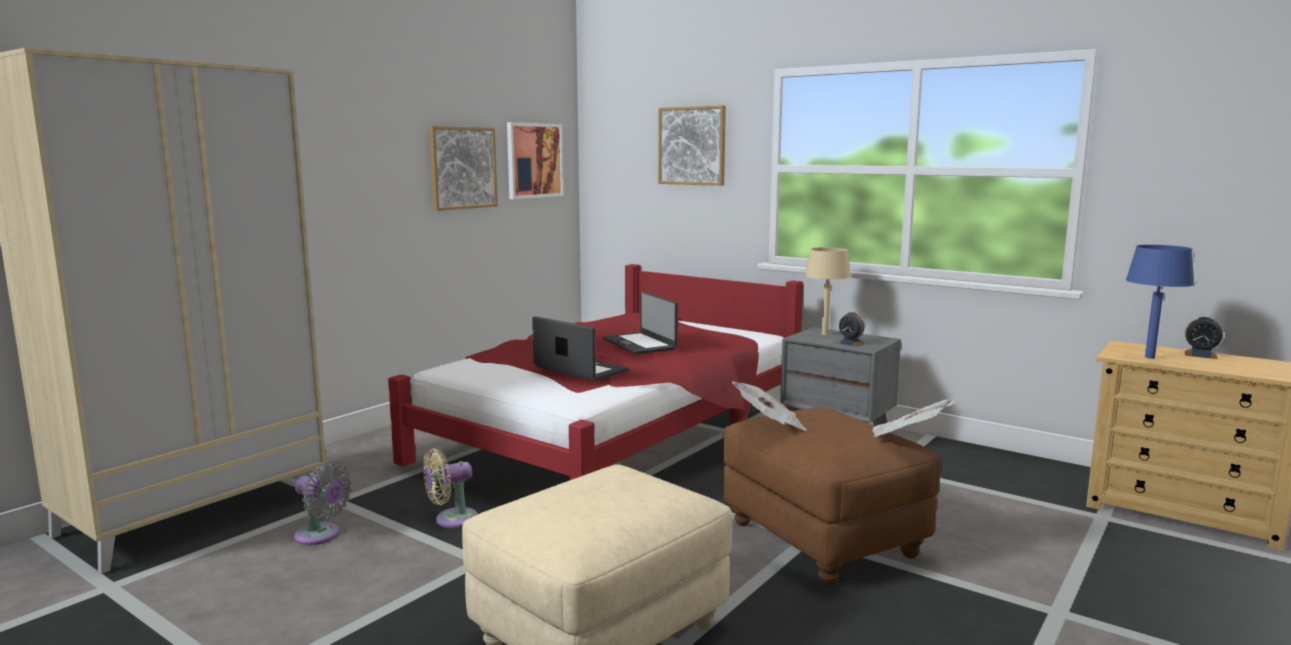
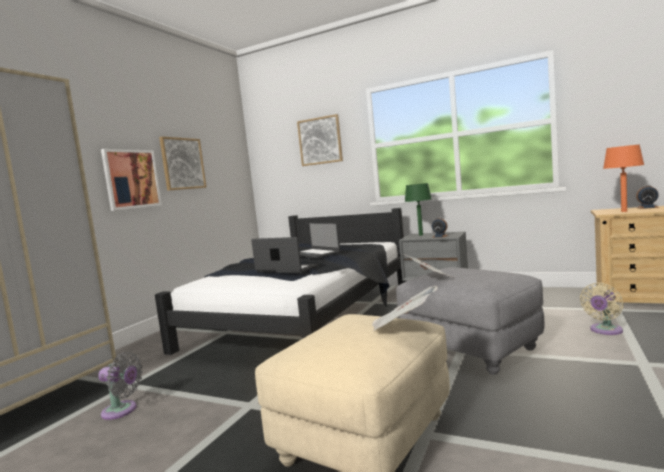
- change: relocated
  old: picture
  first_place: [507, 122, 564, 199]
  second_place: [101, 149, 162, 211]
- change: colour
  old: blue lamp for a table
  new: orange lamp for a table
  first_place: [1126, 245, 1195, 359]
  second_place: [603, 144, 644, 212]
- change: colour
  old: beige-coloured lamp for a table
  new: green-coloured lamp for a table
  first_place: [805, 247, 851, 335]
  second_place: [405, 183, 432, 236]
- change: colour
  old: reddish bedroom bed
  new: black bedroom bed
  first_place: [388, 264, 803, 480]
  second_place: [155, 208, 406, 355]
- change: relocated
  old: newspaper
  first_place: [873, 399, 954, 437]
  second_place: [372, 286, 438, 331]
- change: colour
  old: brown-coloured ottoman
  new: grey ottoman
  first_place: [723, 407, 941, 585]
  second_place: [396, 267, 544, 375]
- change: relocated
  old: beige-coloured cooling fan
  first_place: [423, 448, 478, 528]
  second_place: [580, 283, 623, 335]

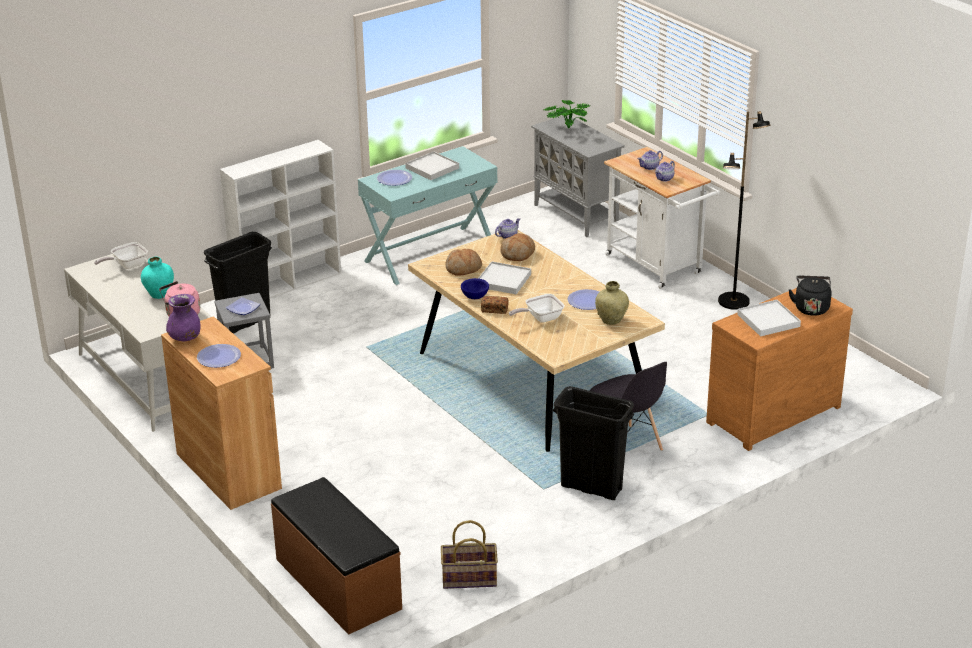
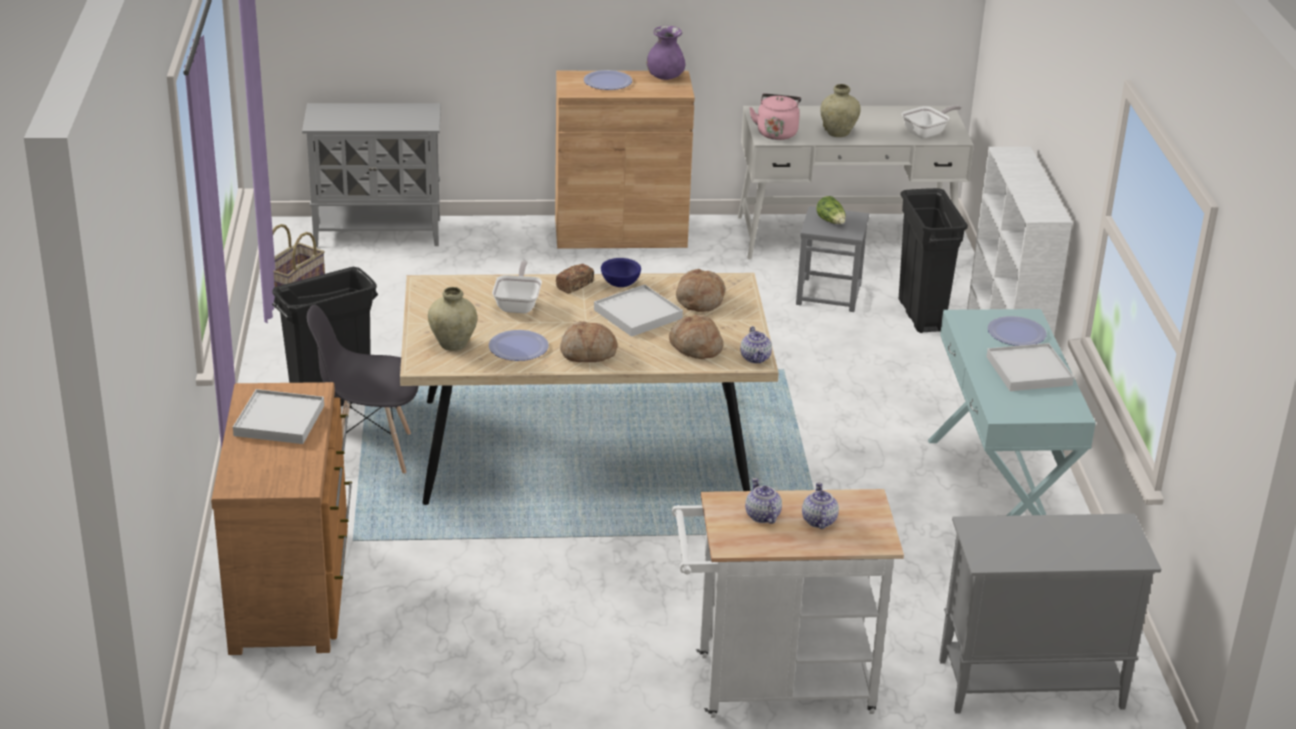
- change: missing
  old: plant in a pot
  first_place: [543, 100, 590, 128]
- change: missing
  old: black standing lamp
  first_place: [718, 111, 771, 310]
- change: spun
  old: skillet
  first_place: [94, 242, 148, 269]
  second_place: [902, 105, 962, 139]
  degrees: 60
- change: colour
  old: turquoise-coloured decorative vase
  new: beige-coloured decorative vase
  first_place: [141, 257, 174, 299]
  second_place: [820, 84, 861, 137]
- change: missing
  old: black kettle
  first_place: [789, 276, 832, 316]
- change: exchanged
  old: dinner plate
  new: head of lettuce
  first_place: [226, 297, 260, 315]
  second_place: [816, 196, 845, 224]
- change: exchanged
  old: brown-coloured bench
  new: grey cupboard
  first_place: [271, 477, 402, 635]
  second_place: [302, 103, 441, 247]
- change: appeared
  new: bread
  second_place: [560, 321, 618, 362]

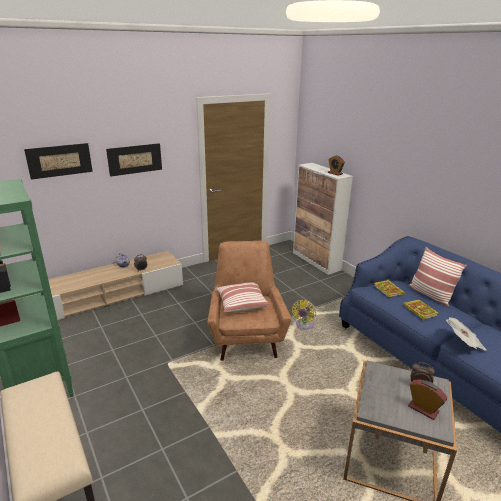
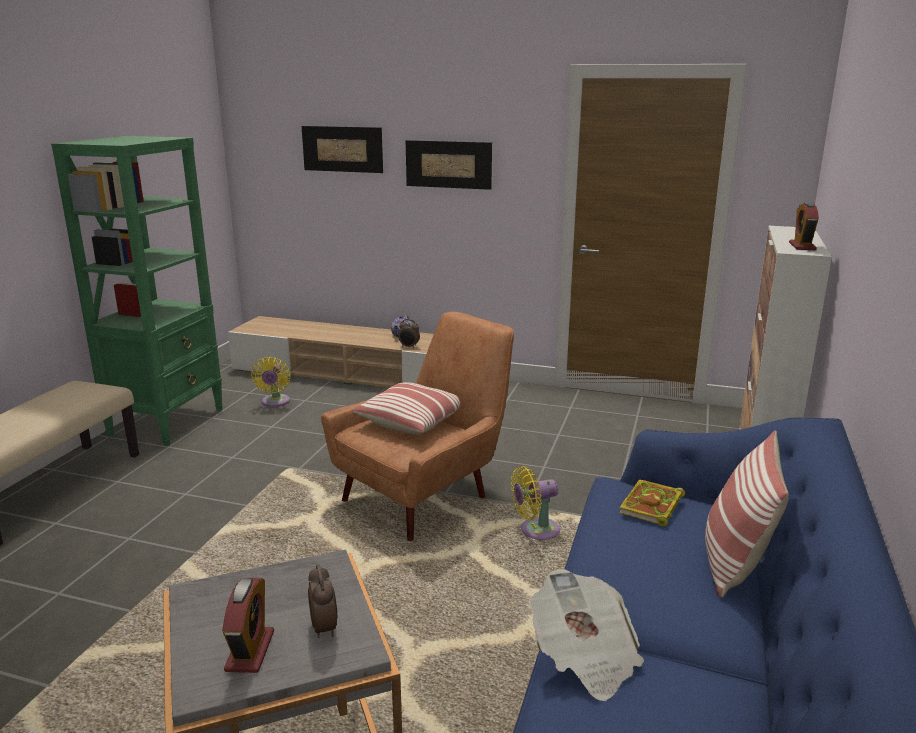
- change: missing
  old: book
  first_place: [403, 299, 438, 320]
- change: appeared
  new: yellow-coloured cooling fan
  second_place: [251, 357, 291, 407]

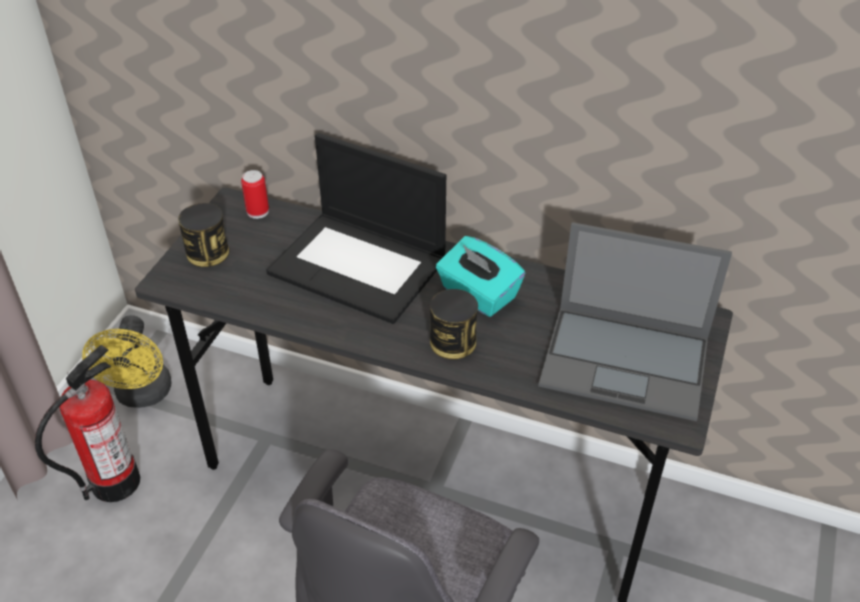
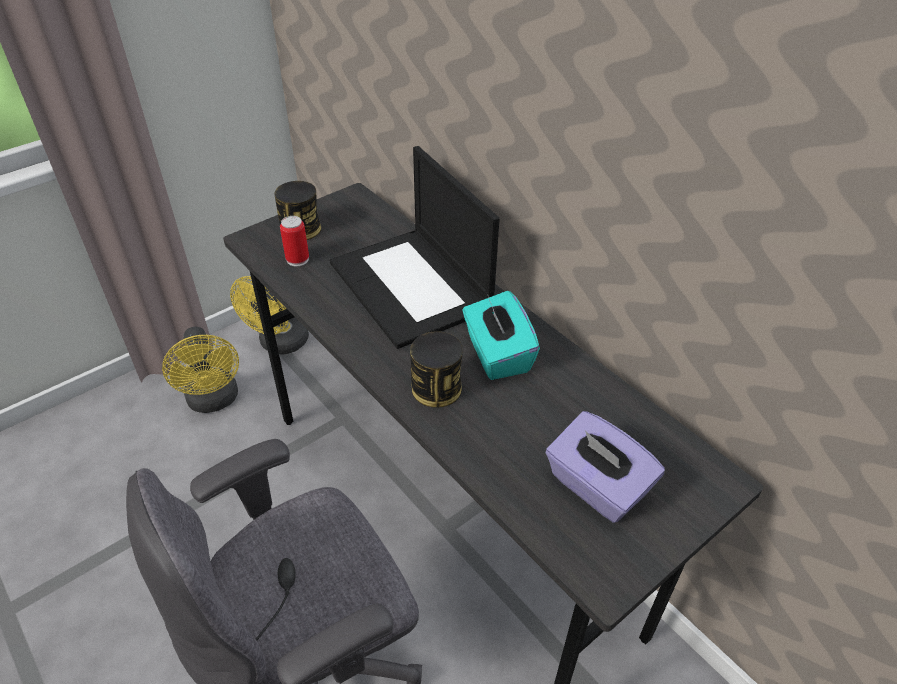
- change: relocated
  old: can
  first_place: [241, 170, 269, 219]
  second_place: [280, 216, 309, 266]
- change: exchanged
  old: laptop
  new: purple-coloured tissue holder
  first_place: [538, 222, 732, 421]
  second_place: [546, 411, 665, 523]
- change: exchanged
  old: extinguisher
  new: yellow-coloured cooling fan
  first_place: [35, 345, 140, 502]
  second_place: [162, 327, 239, 413]

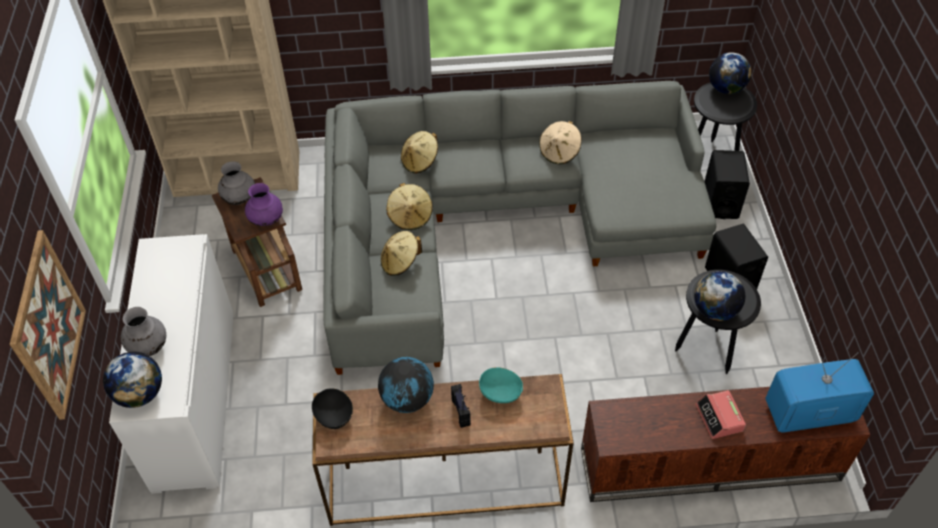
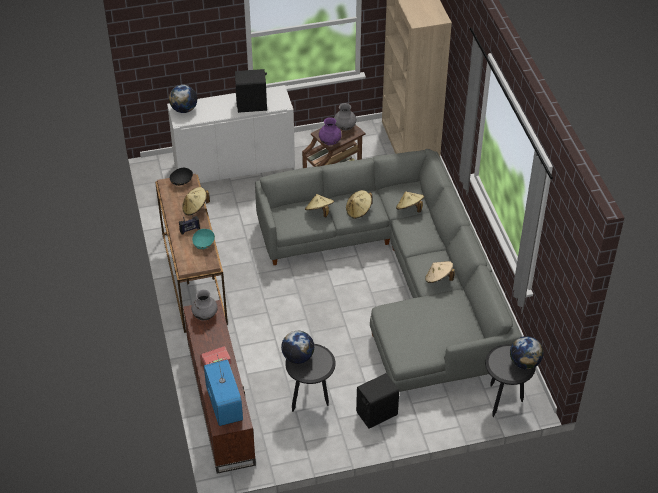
- change: relocated
  old: black audio speaker
  first_place: [704, 150, 750, 219]
  second_place: [235, 69, 267, 113]
- change: missing
  old: picture
  first_place: [9, 230, 86, 420]
- change: relocated
  old: grey decorative vase
  first_place: [121, 307, 166, 356]
  second_place: [191, 290, 218, 320]
- change: exchanged
  old: world globe
  new: beige-coloured wearable hat
  first_place: [378, 357, 434, 413]
  second_place: [182, 187, 210, 215]

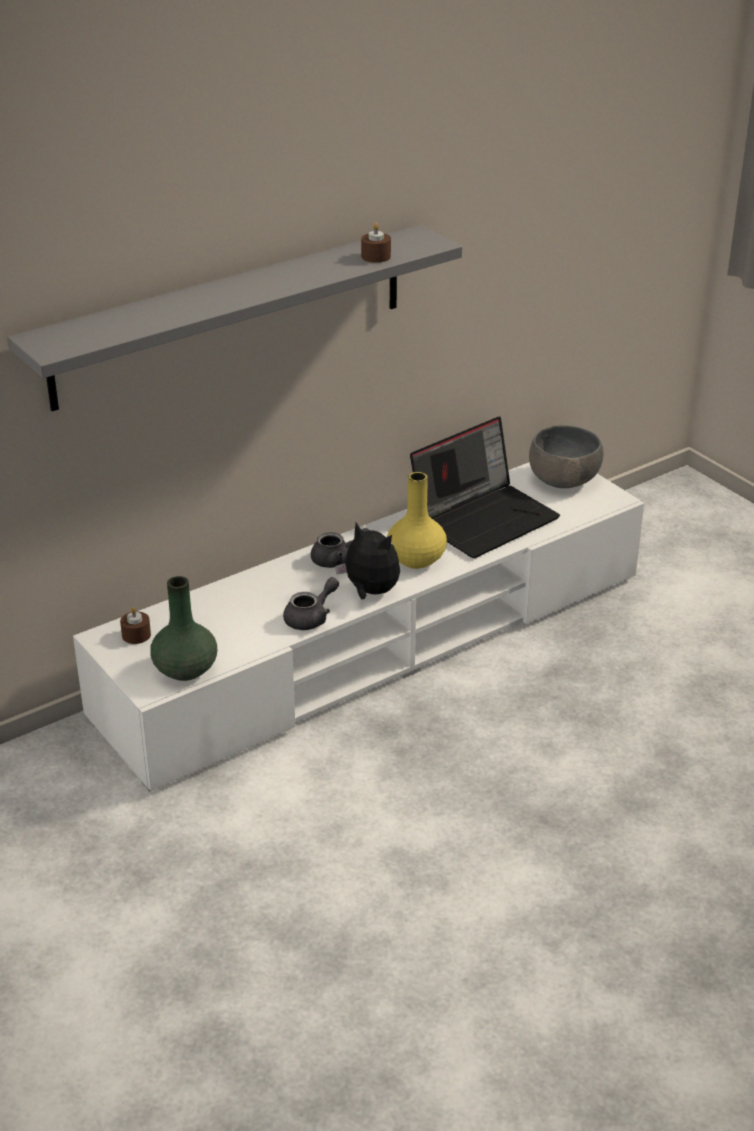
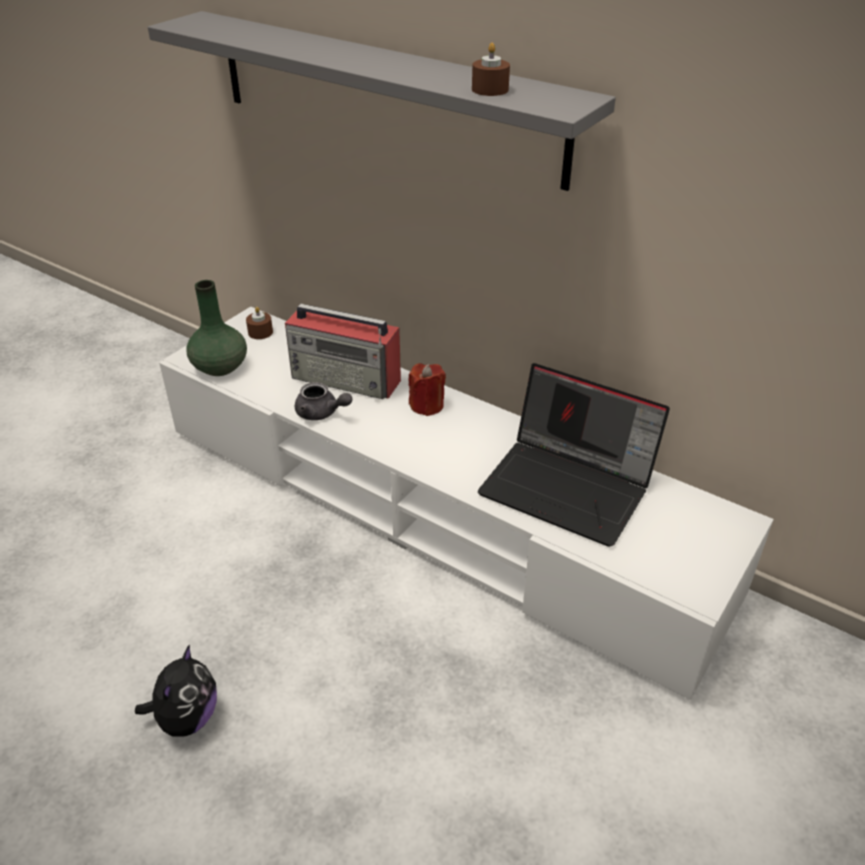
- change: missing
  old: grey bowl
  first_place: [529, 425, 603, 488]
- change: missing
  old: yellow-coloured decorative vase
  first_place: [387, 472, 447, 569]
- change: relocated
  old: soft toy
  first_place: [335, 523, 400, 600]
  second_place: [135, 644, 217, 737]
- change: exchanged
  old: grey teapot
  new: reddish candle
  first_place: [311, 528, 369, 568]
  second_place: [408, 363, 446, 416]
- change: appeared
  new: radio
  second_place: [285, 304, 401, 399]

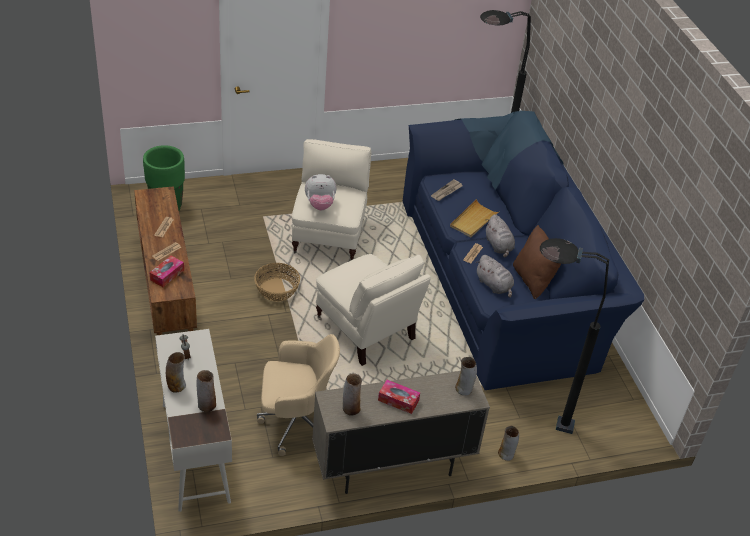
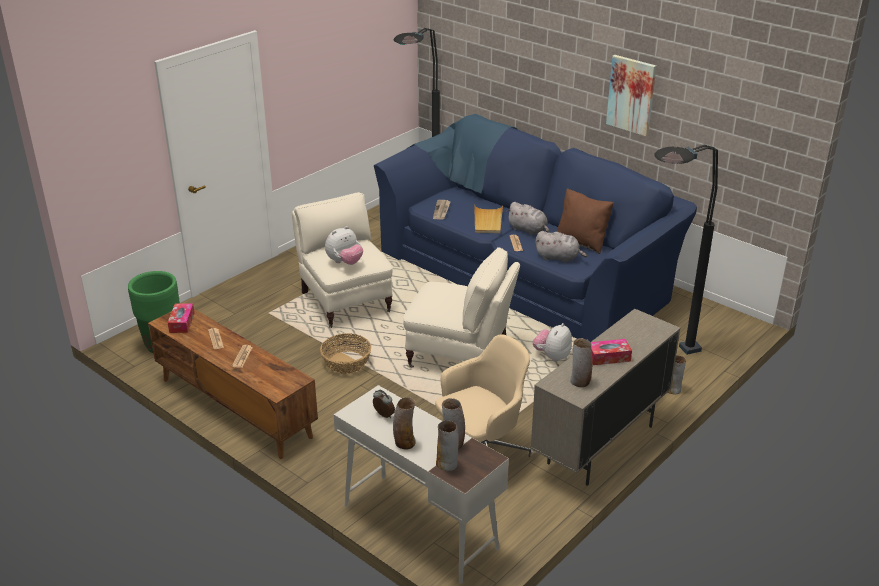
- change: relocated
  old: tissue holder
  first_place: [149, 255, 184, 287]
  second_place: [168, 303, 195, 333]
- change: relocated
  old: decorative vase
  first_place: [455, 357, 477, 396]
  second_place: [436, 420, 459, 471]
- change: appeared
  new: picture
  second_place: [606, 55, 656, 136]
- change: appeared
  new: soft toy
  second_place: [533, 323, 572, 361]

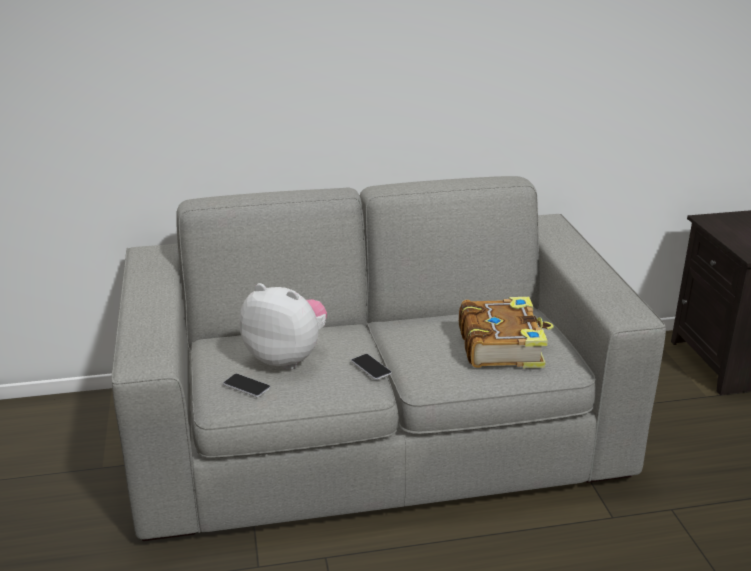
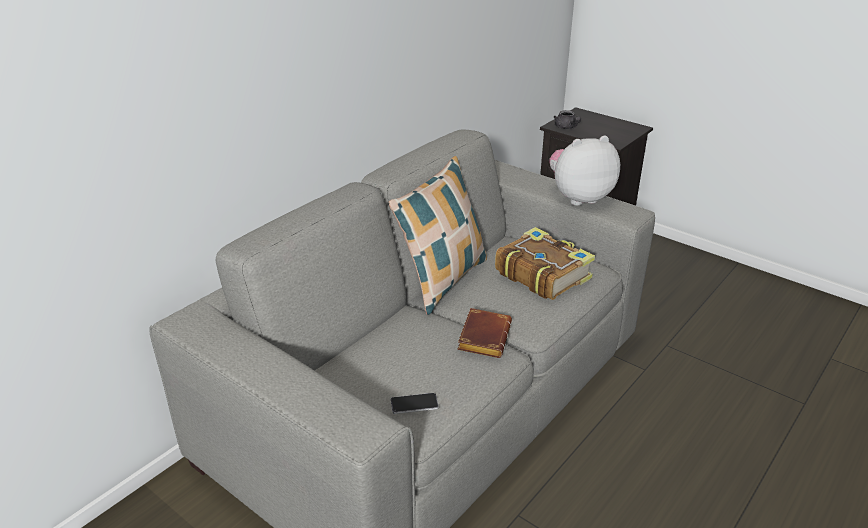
- change: relocated
  old: soft toy
  first_place: [239, 283, 327, 370]
  second_place: [549, 136, 620, 206]
- change: exchanged
  old: telephone
  new: brown-coloured book
  first_place: [351, 354, 392, 380]
  second_place: [457, 308, 512, 358]
- change: appeared
  new: grey teapot
  second_place: [554, 110, 581, 129]
- change: appeared
  new: cushion
  second_place: [389, 156, 487, 315]

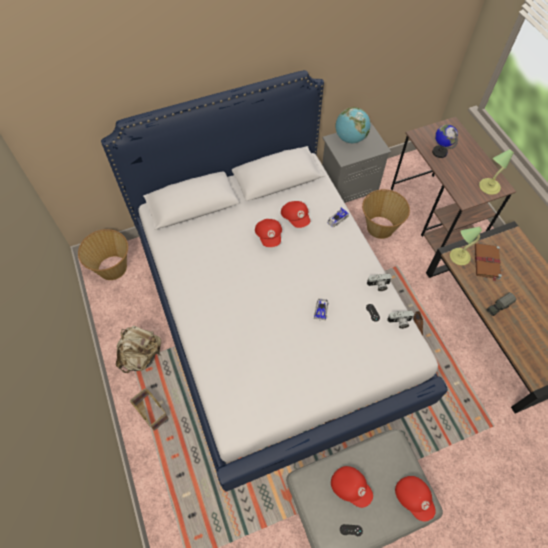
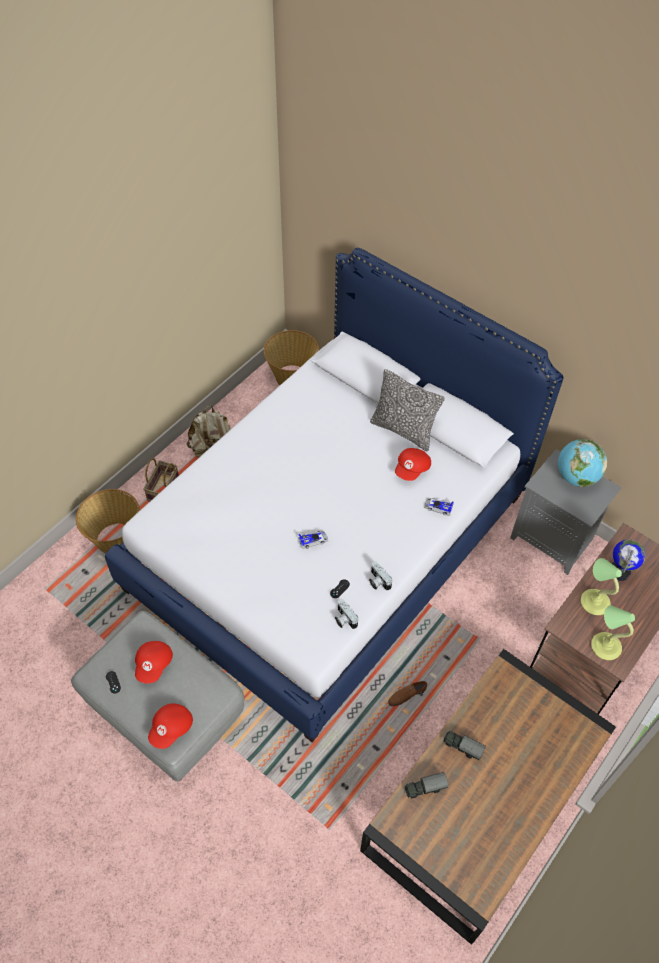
- change: relocated
  old: basket
  first_place: [362, 189, 410, 239]
  second_place: [76, 489, 140, 553]
- change: missing
  old: reddish cap
  first_place: [255, 219, 282, 247]
- change: relocated
  old: lamp for a table
  first_place: [450, 227, 482, 265]
  second_place: [581, 558, 622, 615]
- change: missing
  old: brown-coloured book
  first_place: [475, 244, 502, 281]
- change: appeared
  new: cushion
  second_place: [370, 369, 445, 451]
- change: appeared
  new: toy truck
  second_place: [405, 772, 448, 798]

